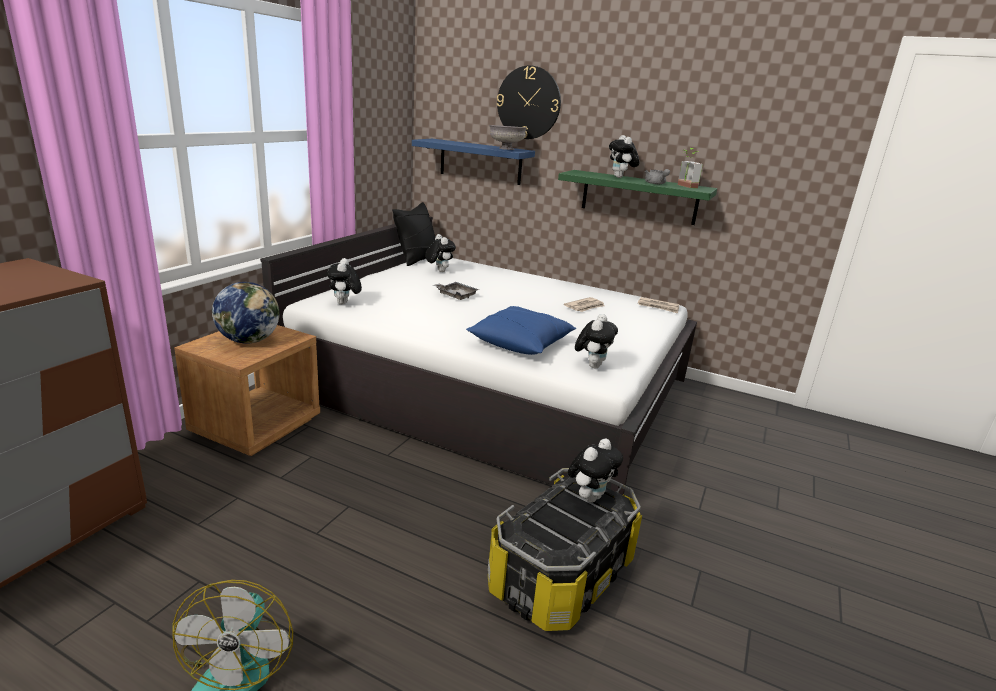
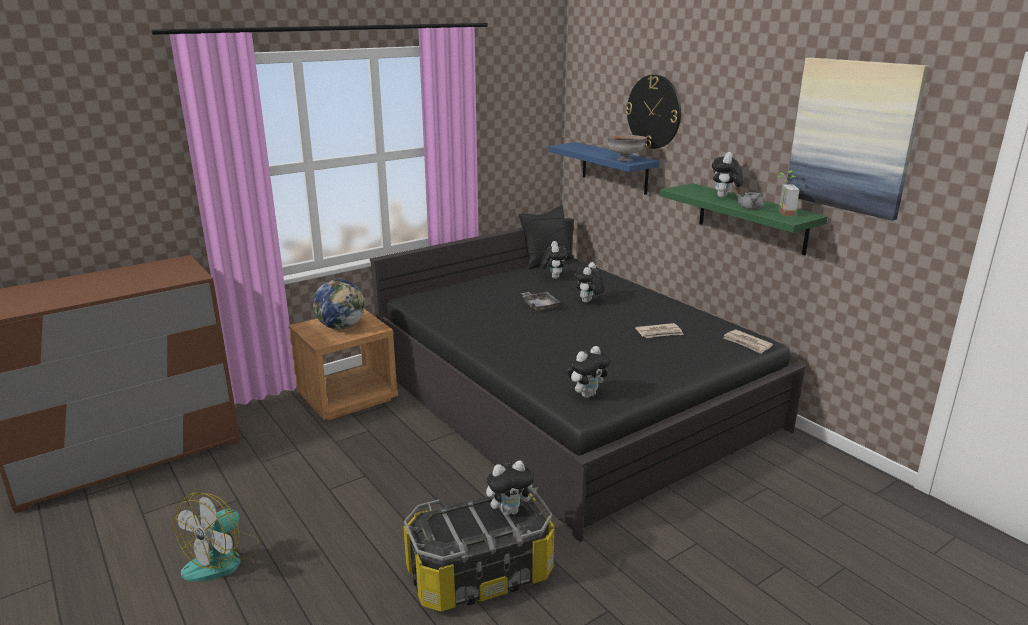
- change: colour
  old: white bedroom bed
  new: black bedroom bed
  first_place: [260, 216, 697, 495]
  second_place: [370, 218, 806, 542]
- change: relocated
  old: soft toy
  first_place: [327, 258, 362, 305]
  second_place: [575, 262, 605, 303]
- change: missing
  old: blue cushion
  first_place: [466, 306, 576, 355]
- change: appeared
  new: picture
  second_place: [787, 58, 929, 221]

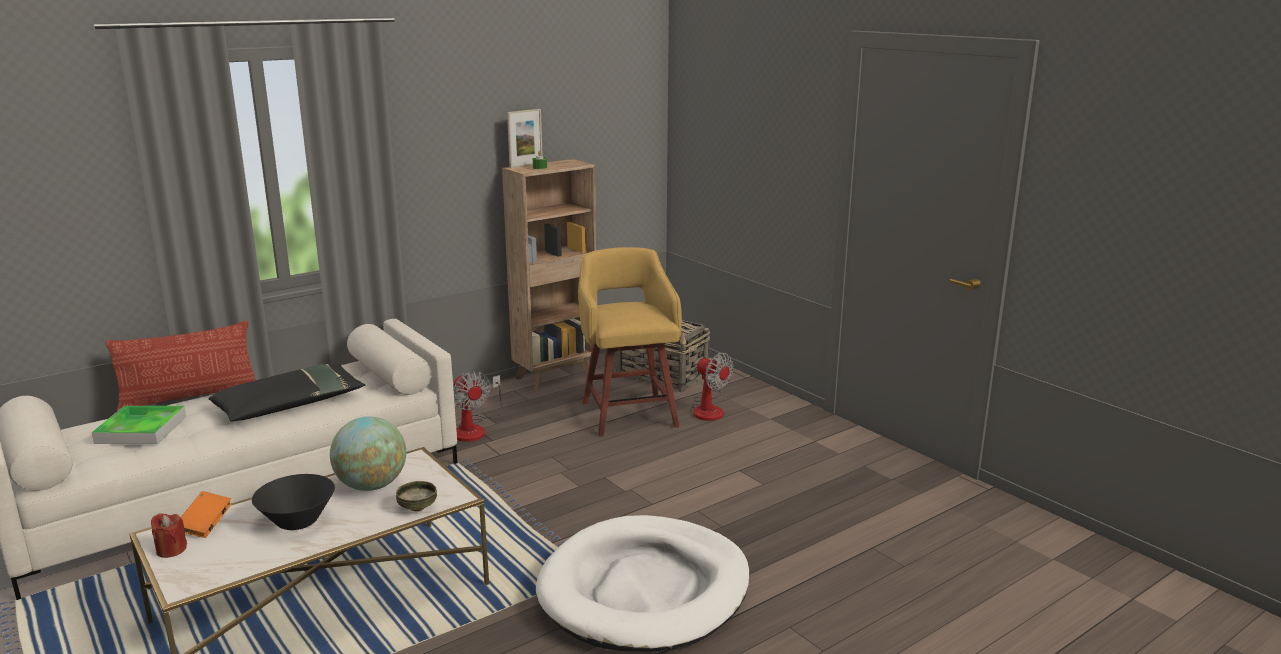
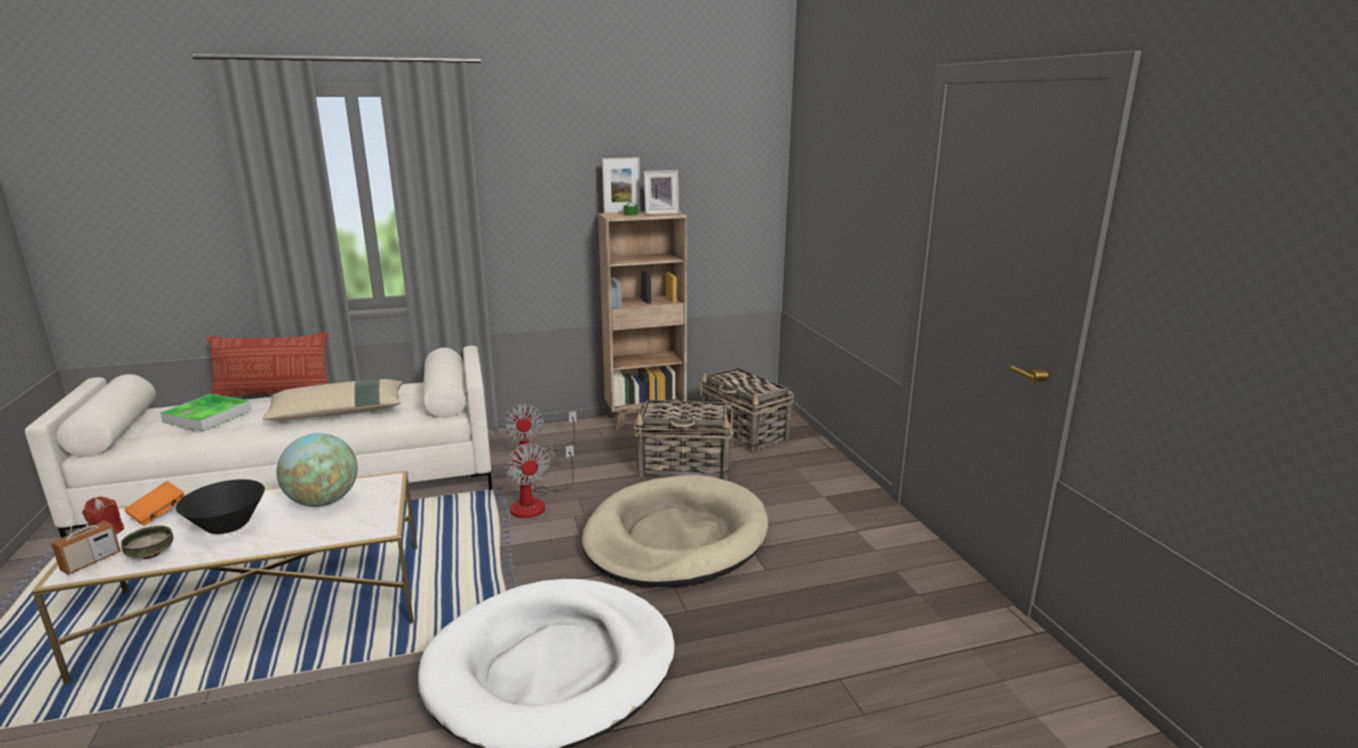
- change: exchanged
  old: yellow-coloured sitting stool
  new: basket
  first_place: [578, 247, 682, 436]
  second_place: [634, 400, 734, 480]
- change: relocated
  old: cooling fan
  first_place: [691, 353, 734, 421]
  second_place: [505, 444, 574, 518]
- change: colour
  old: black cushion
  new: beige-coloured cushion
  first_place: [208, 363, 365, 422]
  second_place: [262, 379, 403, 420]
- change: relocated
  old: bowl
  first_place: [396, 481, 437, 511]
  second_place: [121, 525, 173, 559]
- change: appeared
  new: photo frame
  second_place: [644, 170, 679, 215]
- change: appeared
  new: beige-coloured dog bed
  second_place: [582, 475, 768, 587]
- change: appeared
  new: radio
  second_place: [51, 495, 121, 575]

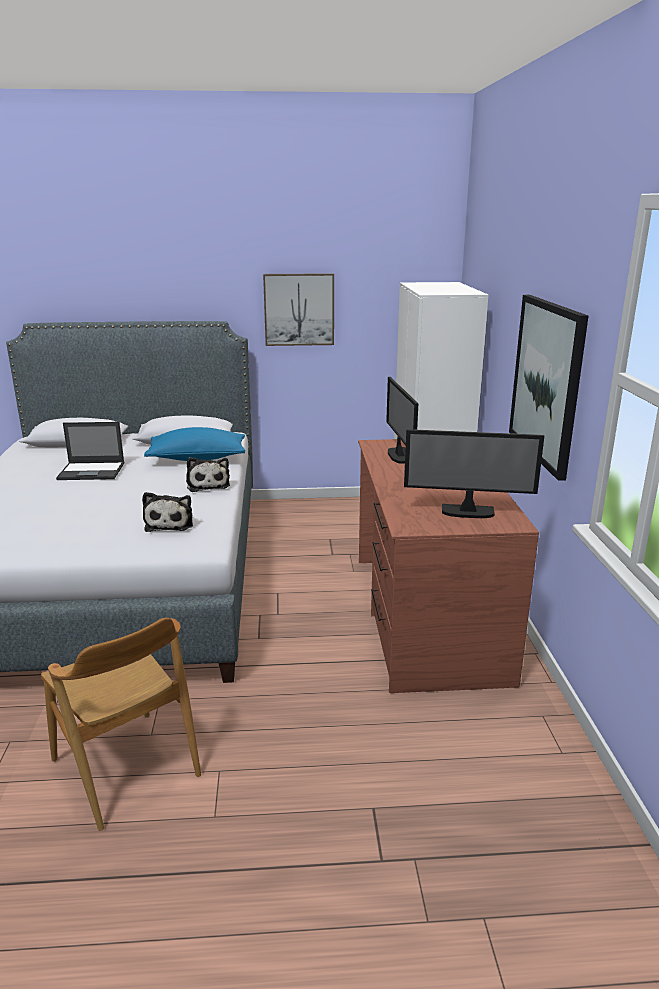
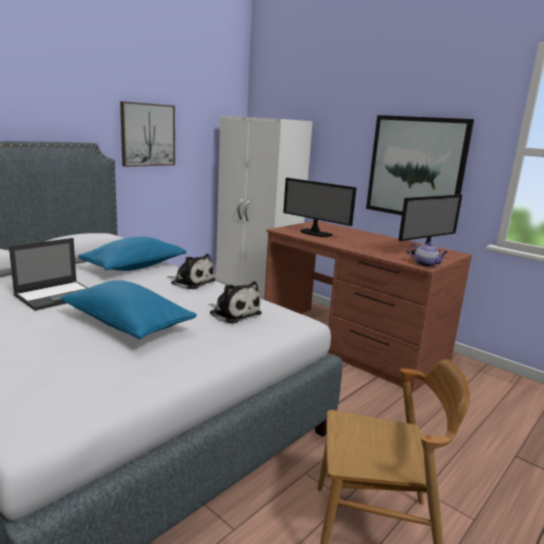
- change: appeared
  new: teapot
  second_place: [409, 242, 448, 267]
- change: appeared
  new: blue cushion
  second_place: [61, 280, 197, 340]

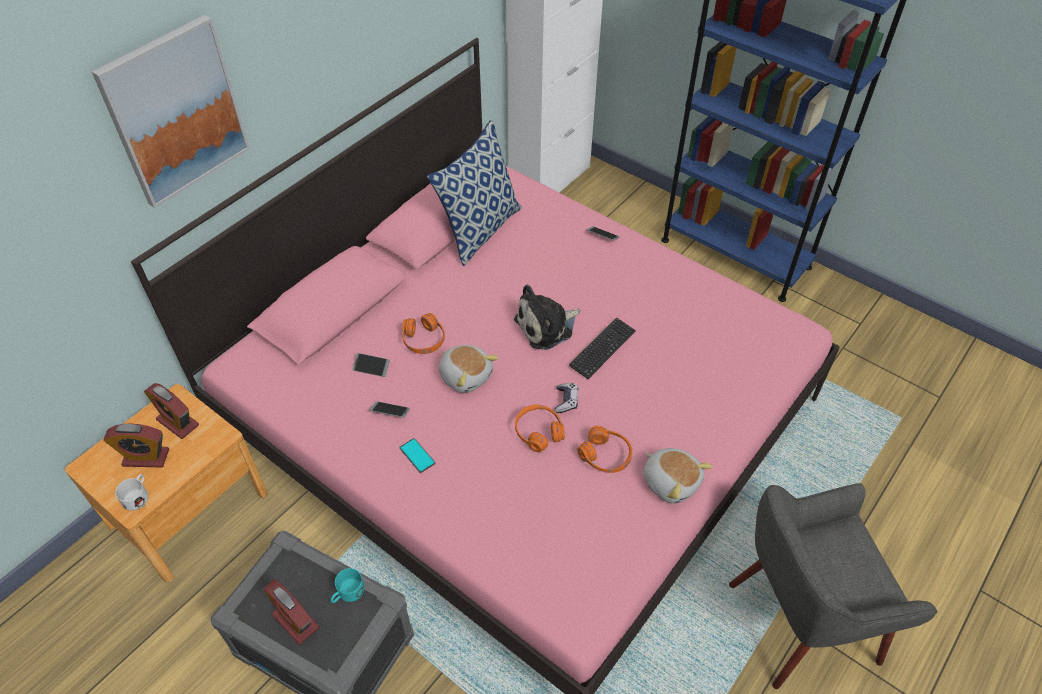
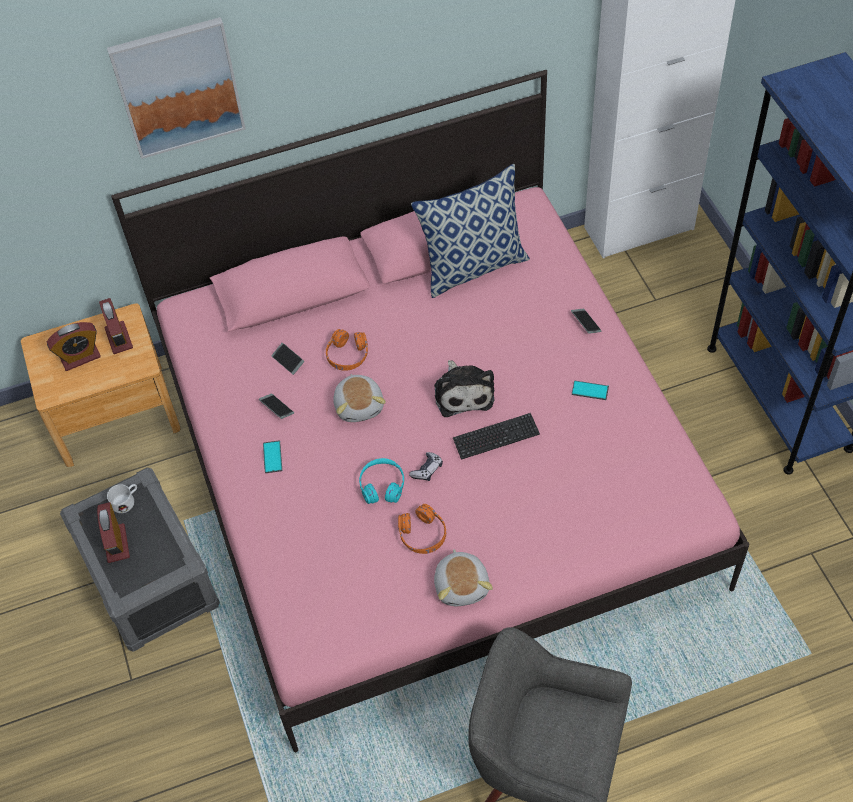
- change: spun
  old: soft toy
  first_place: [514, 284, 581, 350]
  second_place: [434, 360, 494, 417]
  degrees: -105
- change: colour
  old: orange pair of headphones
  new: turquoise-coloured pair of headphones
  first_place: [515, 405, 565, 453]
  second_place: [359, 458, 404, 504]
- change: spun
  old: bedside clock
  first_place: [103, 424, 169, 467]
  second_place: [46, 322, 101, 371]
  degrees: -60
- change: relocated
  old: white mug
  first_place: [115, 474, 149, 511]
  second_place: [107, 484, 137, 513]
- change: missing
  old: turquoise-coloured mug
  first_place: [330, 568, 365, 603]
- change: appeared
  new: telephone
  second_place: [572, 381, 609, 400]

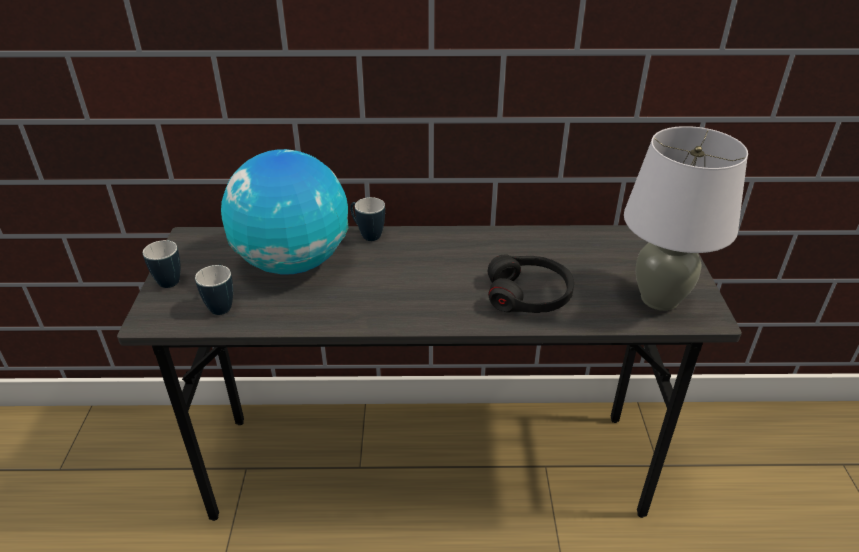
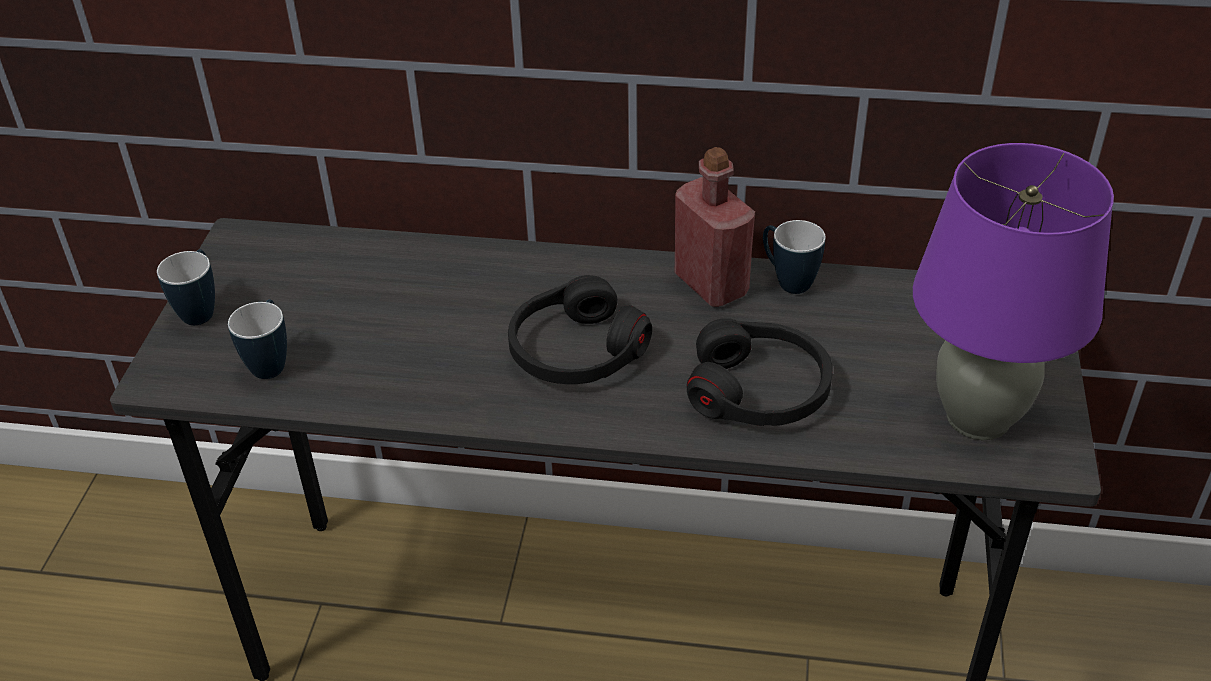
- change: colour
  old: grey lamp for a table
  new: purple-coloured lamp for a table
  first_place: [624, 126, 748, 311]
  second_place: [913, 143, 1114, 440]
- change: missing
  old: world globe
  first_place: [221, 149, 348, 275]
- change: relocated
  old: mug
  first_place: [350, 197, 385, 241]
  second_place: [763, 220, 826, 294]
- change: appeared
  new: reddish drink bottle
  second_place: [675, 147, 755, 307]
- change: appeared
  new: black pair of headphones
  second_place: [508, 275, 652, 384]

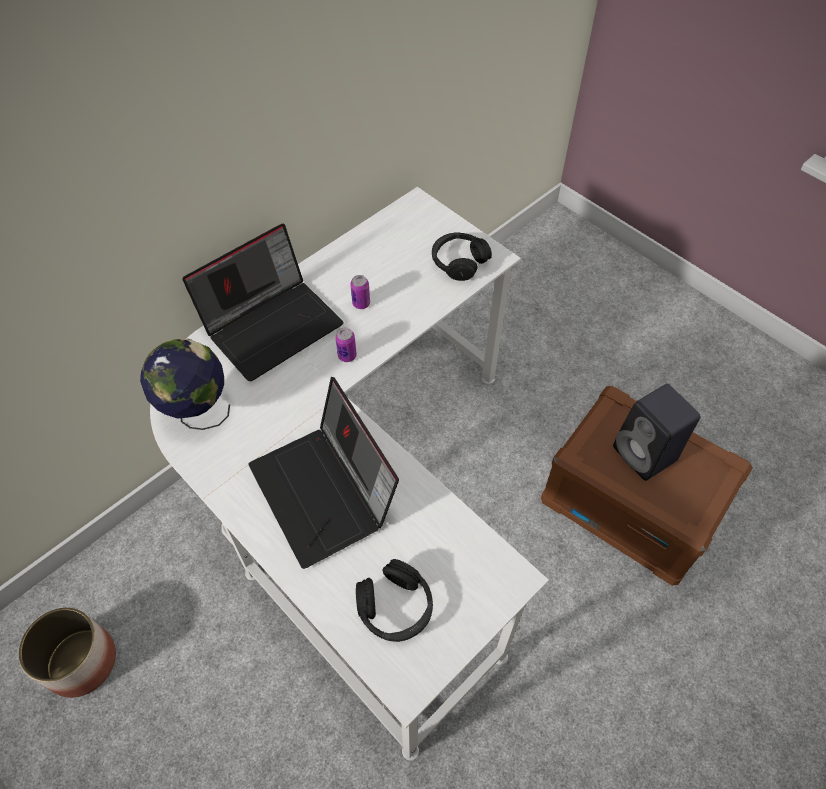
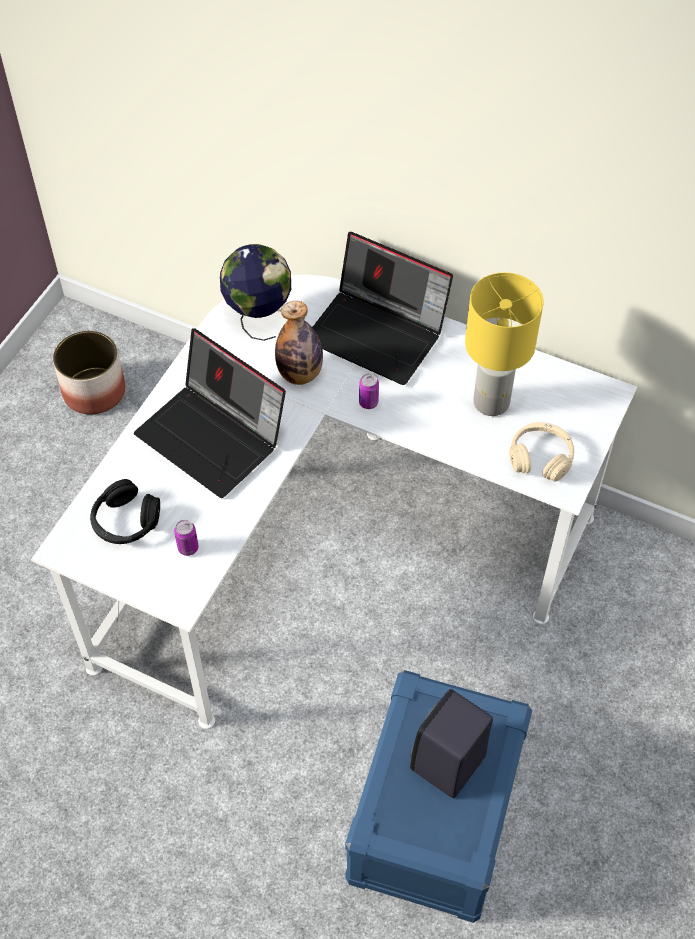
- change: colour
  old: black pair of headphones
  new: beige-coloured pair of headphones
  first_place: [432, 233, 492, 281]
  second_place: [509, 422, 574, 482]
- change: relocated
  old: can
  first_place: [351, 275, 370, 309]
  second_place: [174, 520, 199, 556]
- change: spun
  old: laptop
  first_place: [248, 377, 399, 569]
  second_place: [134, 328, 286, 498]
  degrees: -90
- change: colour
  old: brown-coloured storage box
  new: blue storage box
  first_place: [541, 386, 753, 586]
  second_place: [345, 670, 532, 923]
- change: appeared
  new: yellow-coloured lamp for a table
  second_place: [465, 272, 543, 416]
- change: appeared
  new: drink bottle
  second_place: [275, 301, 323, 385]

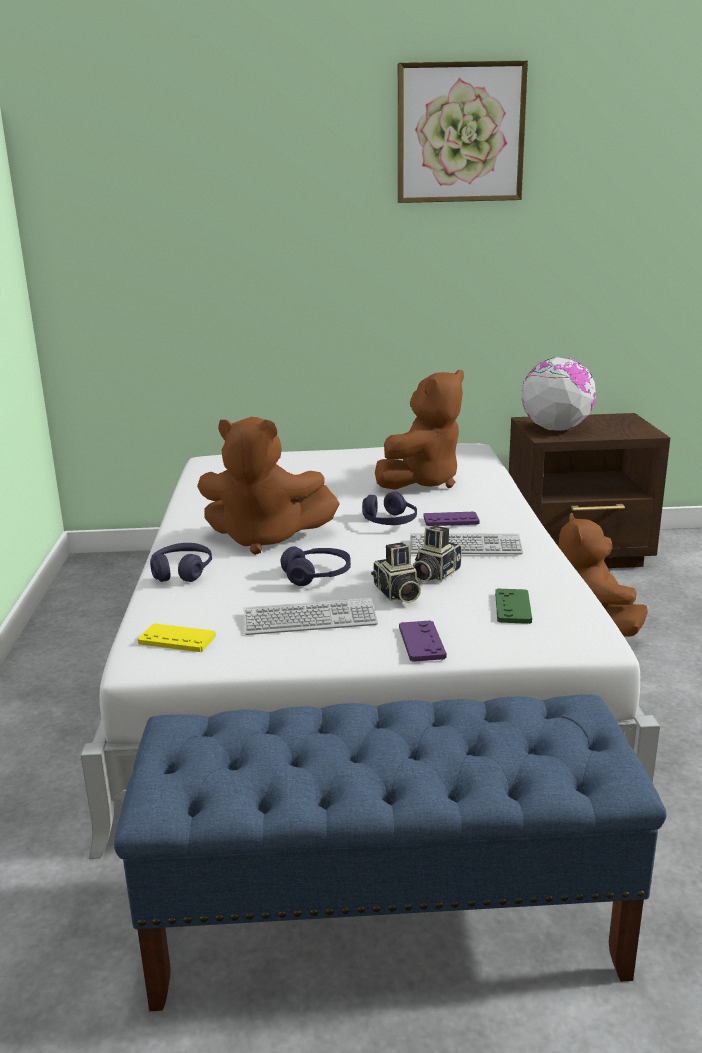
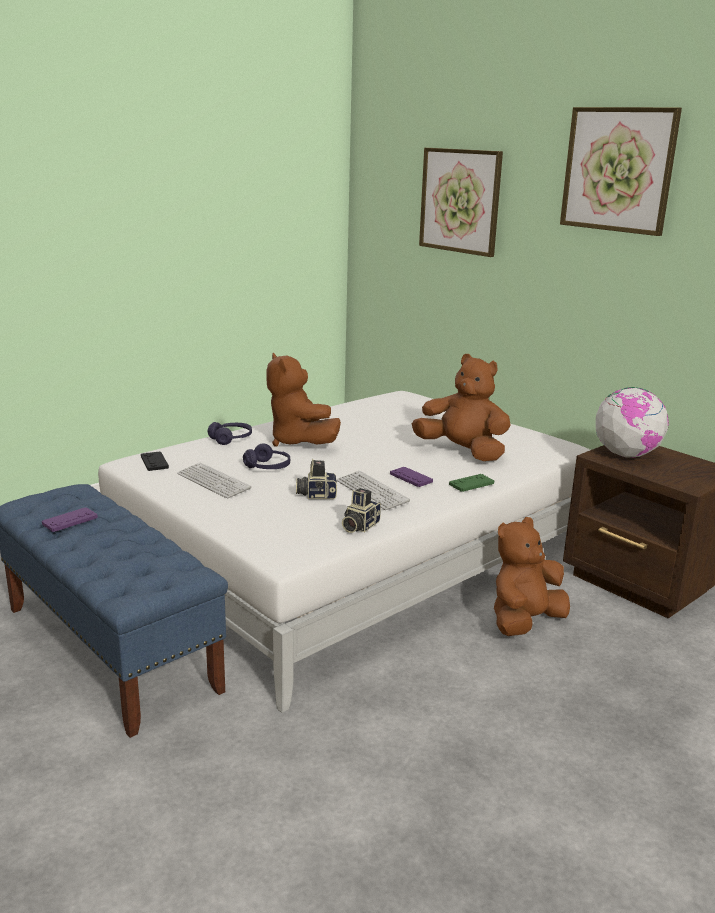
- change: spun
  old: brown-coloured soft toy
  first_place: [375, 370, 464, 490]
  second_place: [412, 354, 511, 461]
  degrees: -150
- change: missing
  old: purple-coloured pair of headphones
  first_place: [362, 491, 417, 525]
- change: relocated
  old: still camera
  first_place: [371, 542, 421, 603]
  second_place: [342, 488, 381, 533]
- change: relocated
  old: green-coloured joypad
  first_place: [495, 589, 532, 624]
  second_place: [449, 474, 494, 492]
- change: relocated
  old: purple-coloured joypad
  first_place: [399, 620, 446, 662]
  second_place: [42, 507, 98, 532]
- change: colour
  old: yellow-coloured joypad
  new: black joypad
  first_place: [138, 624, 216, 652]
  second_place: [141, 452, 169, 471]
- change: appeared
  new: picture
  second_place: [419, 148, 503, 257]

